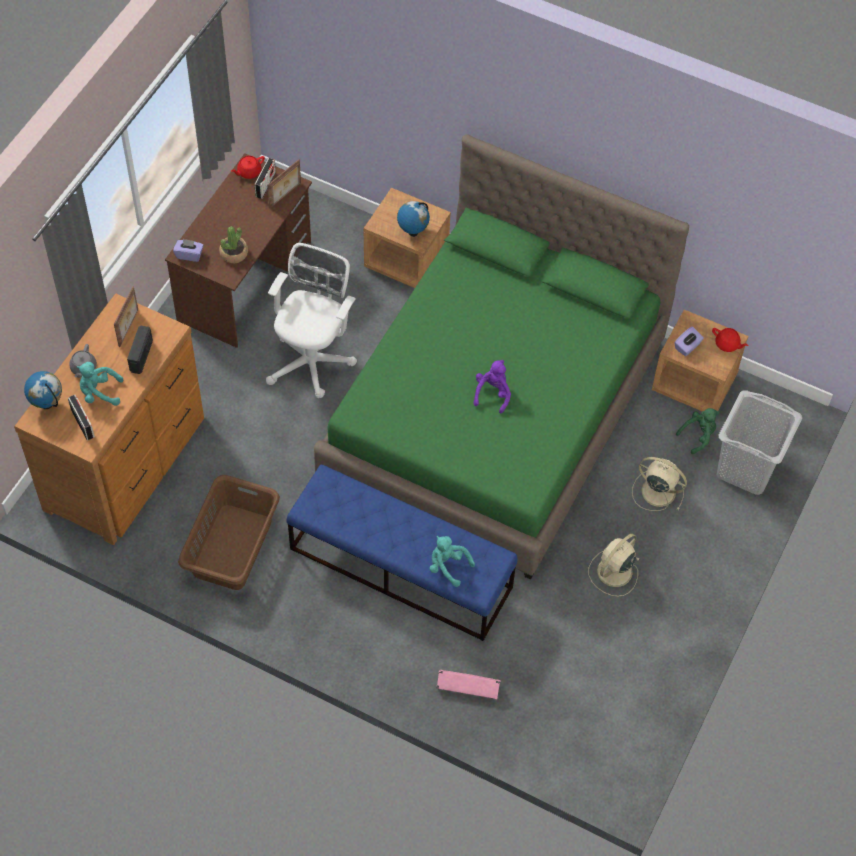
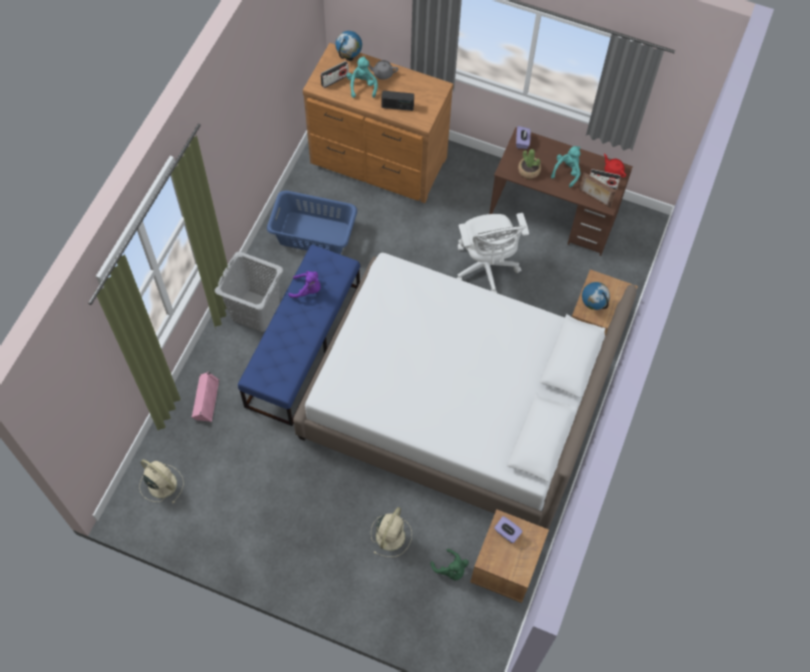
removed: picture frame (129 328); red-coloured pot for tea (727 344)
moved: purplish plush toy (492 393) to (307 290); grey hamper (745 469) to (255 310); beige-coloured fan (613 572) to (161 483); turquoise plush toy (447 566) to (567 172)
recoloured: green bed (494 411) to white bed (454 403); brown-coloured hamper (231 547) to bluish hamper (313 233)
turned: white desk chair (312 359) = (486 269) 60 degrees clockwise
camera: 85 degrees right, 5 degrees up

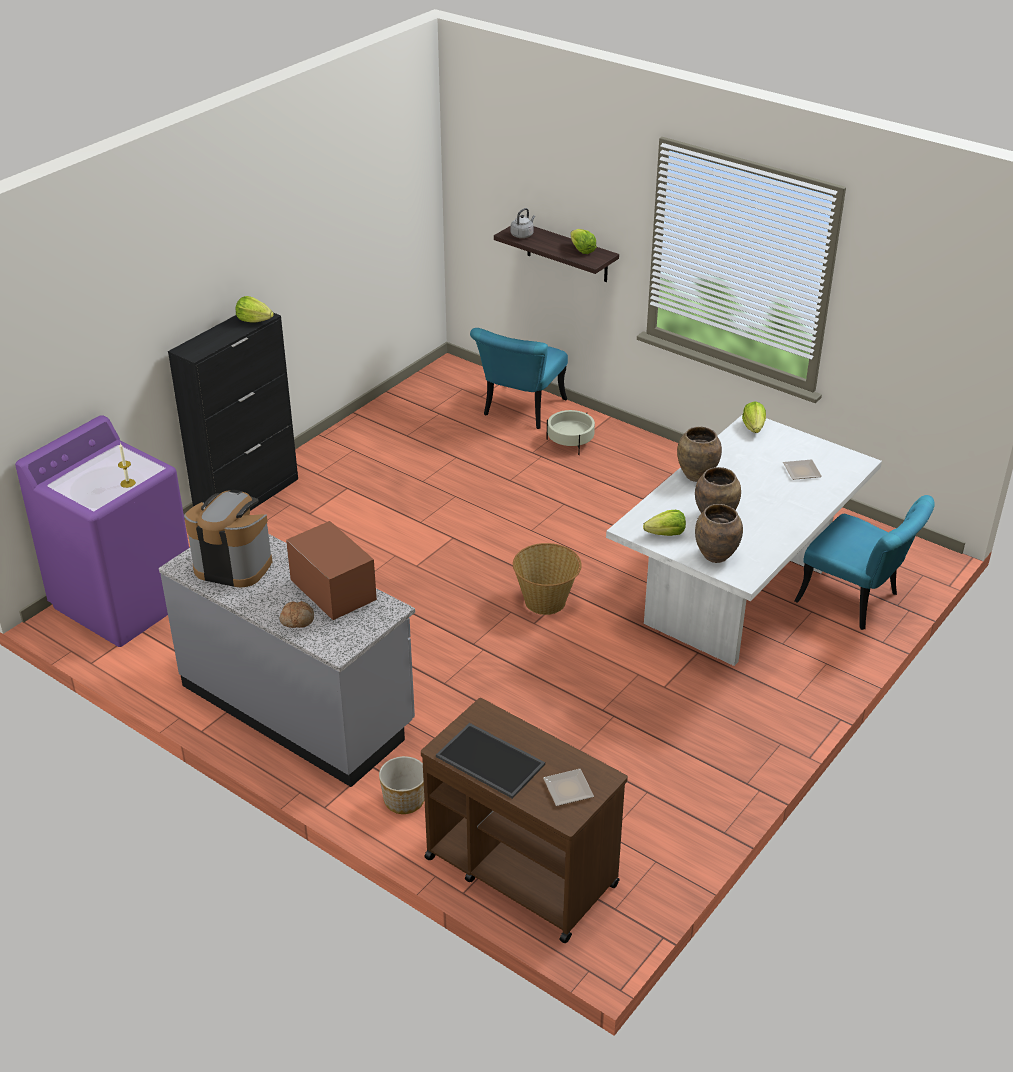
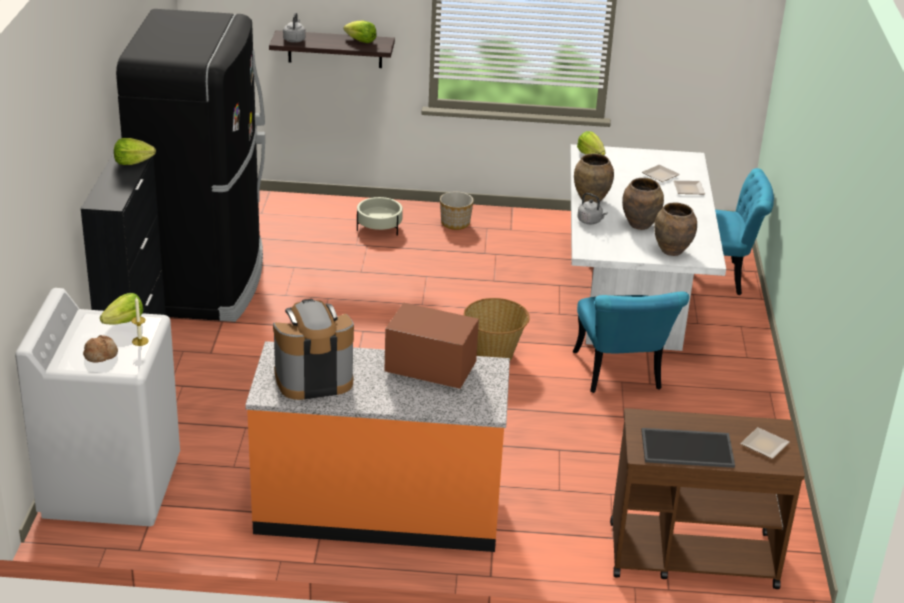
added: black-coloured fridge (205 281); dinner plate (687 190); grey kettle (590 221)
moved: turquoise chair (520 411) to (620 376); lettuce head (666 534) to (124 322); bakery bread (297 619) to (101 354); plant pot (405 800) to (455 223)
recoloured: purplish washing machine (125 601) to white washing machine (111 485); grey kitchen counter (298 706) to orangey kitchen counter (379 509)
camera: 35 degrees left, 5 degrees down

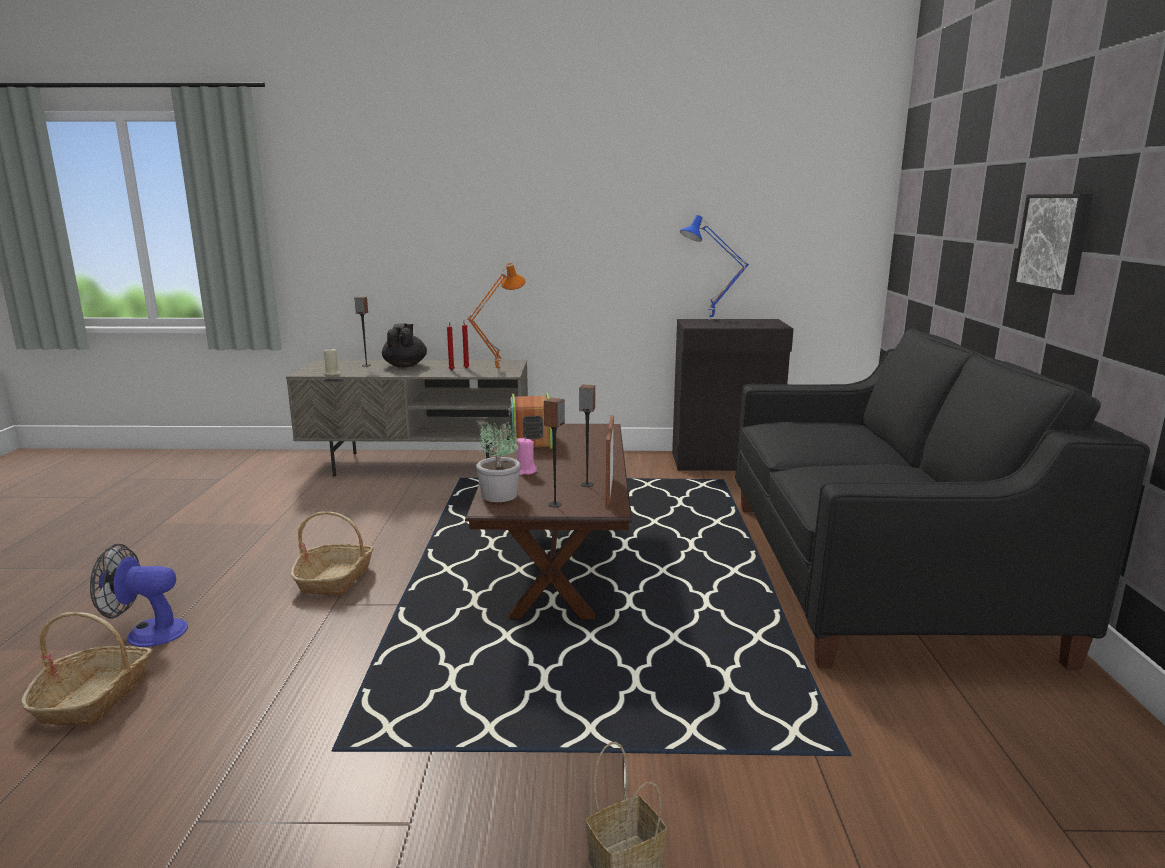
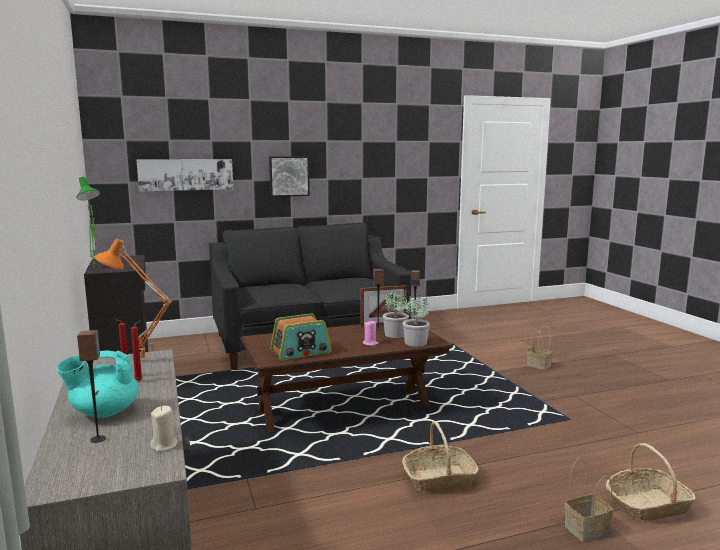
added: wall art (186 174); plant in a pot (395 334)
replaced: fan (147 633) to household basket (587 529)
recoloured: bluish table lamp (711 320) to green table lamp (96 267); black-coloured pot for tea (405 365) to turquoise pot for tea (104 412)
camera: 110 degrees left, 5 degrees down

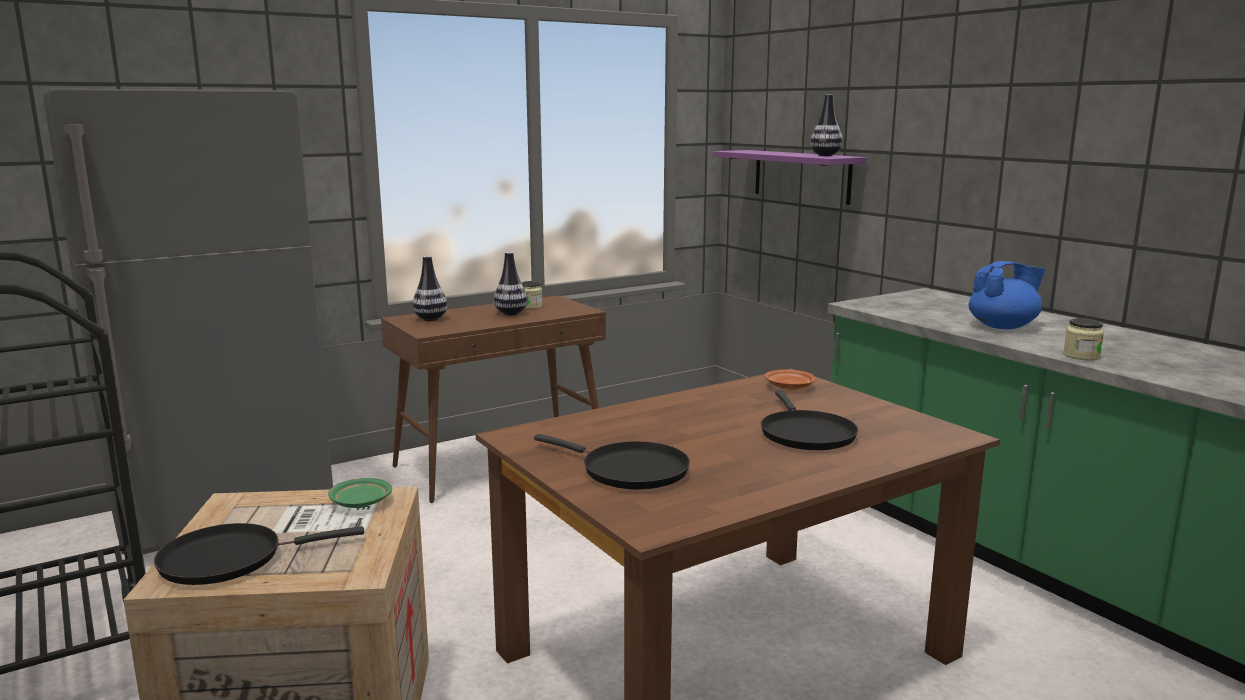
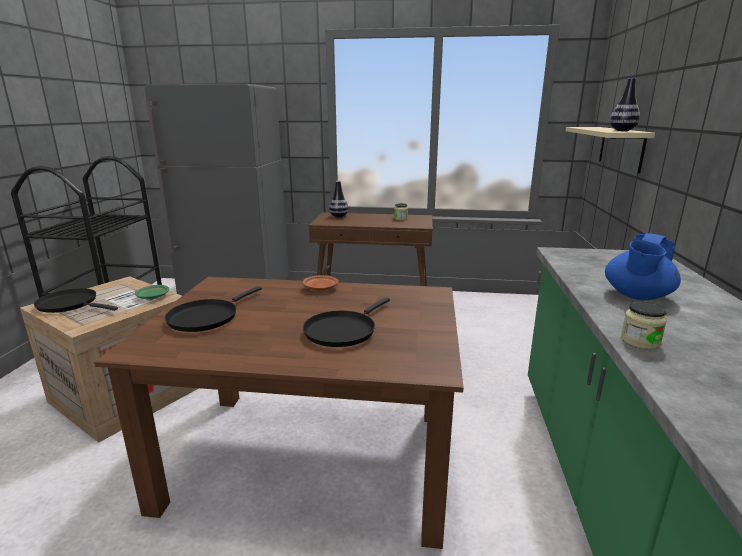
removed: flower vase (511 313)
moved: brown-coloured dinner plate (789 387) to (320 288)
recoloured: purplish shelf (801 176) to beige-coloured shelf (621 148)
turned: bluish pot for tea (1003 327) = (637 296) 105 degrees clockwise; black-coloured skillet (628 470) = (206 317) 45 degrees clockwise
camera: 40 degrees right, 5 degrees up

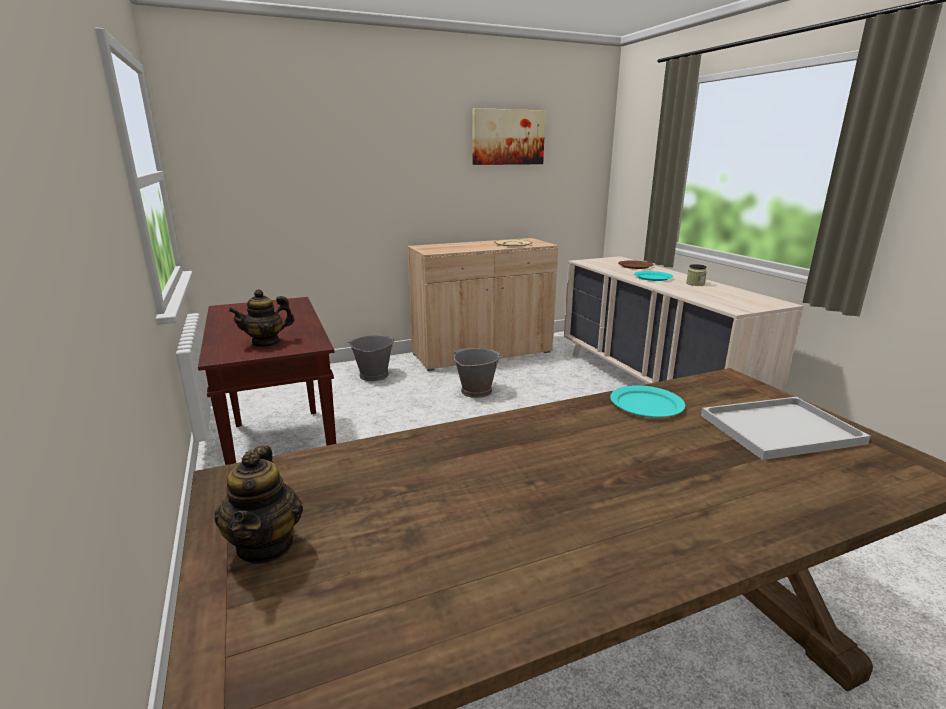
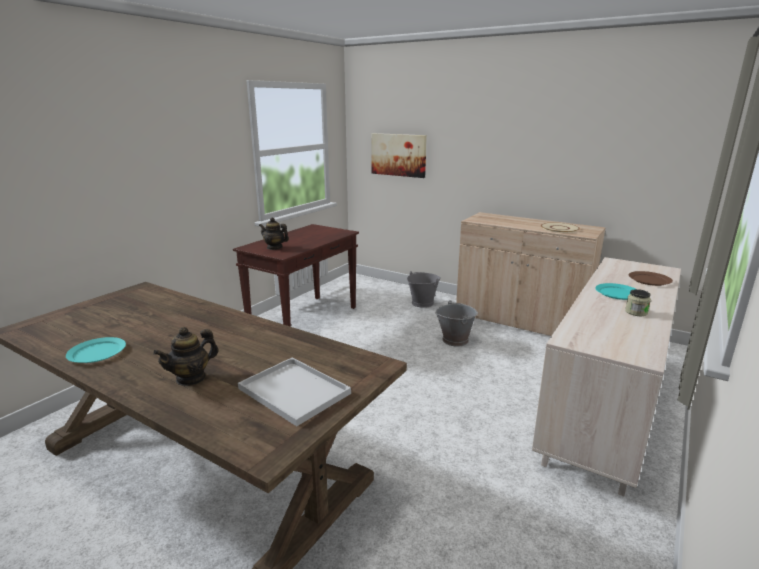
moved: wall art (508 137) to (398 155); turquoise dinner plate (646 405) to (96 352); pot for tea (266 545) to (191 378)
camera: 55 degrees right, 0 degrees up

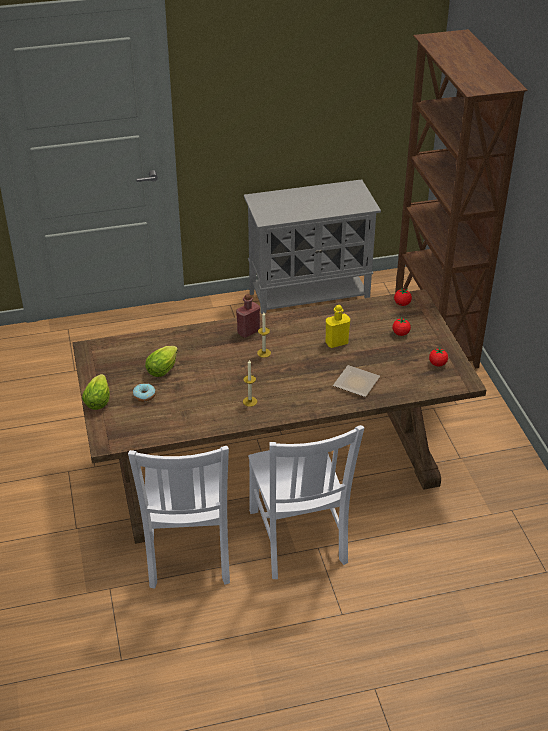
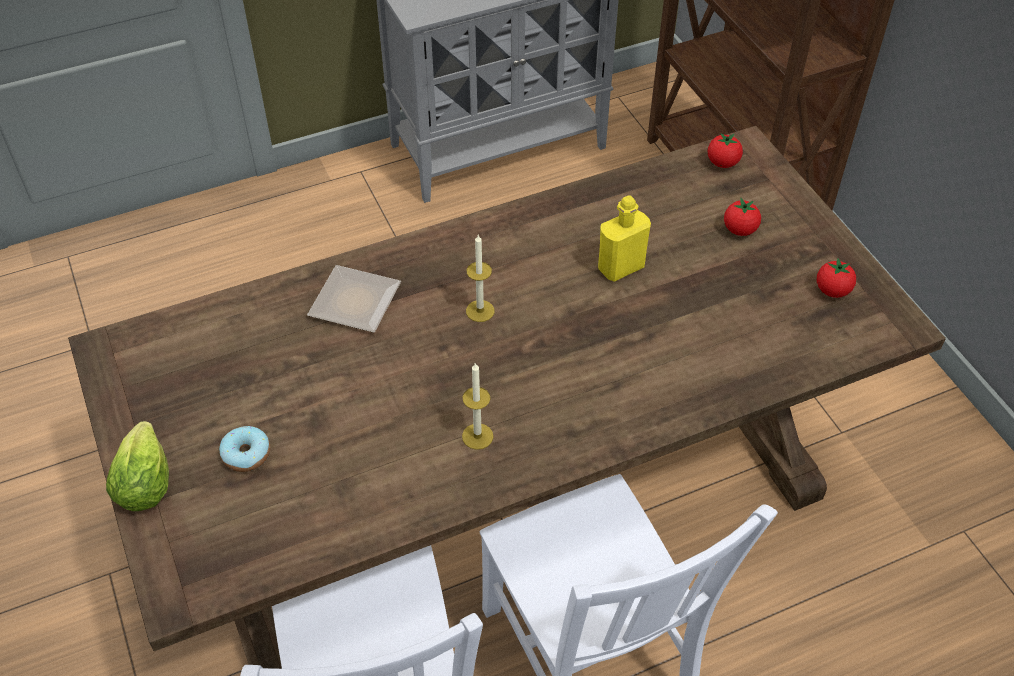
removed: red-coloured drink bottle (248 332); lettuce head (164 368)
moved: dinner plate (357 384) to (356 305)
camera: 10 degrees left, 10 degrees up

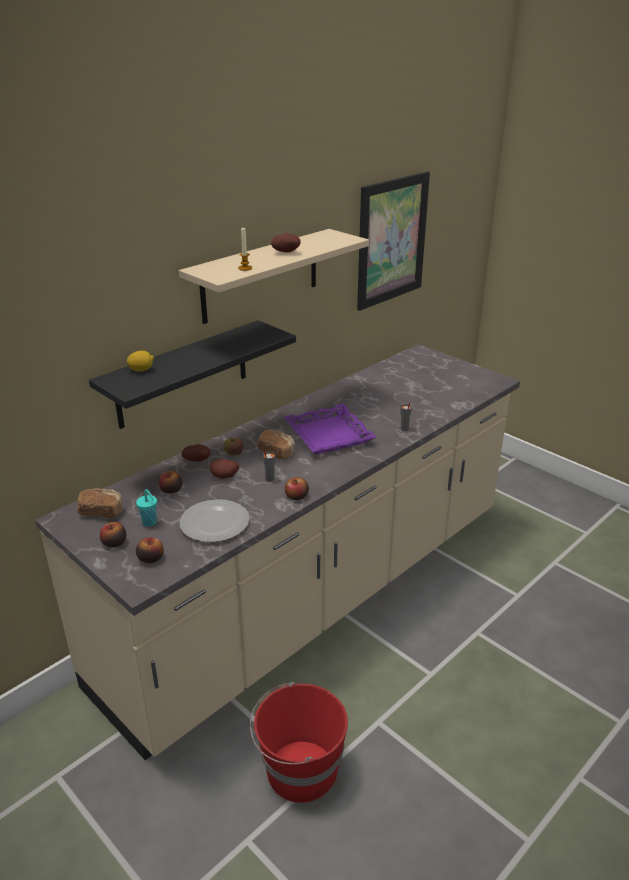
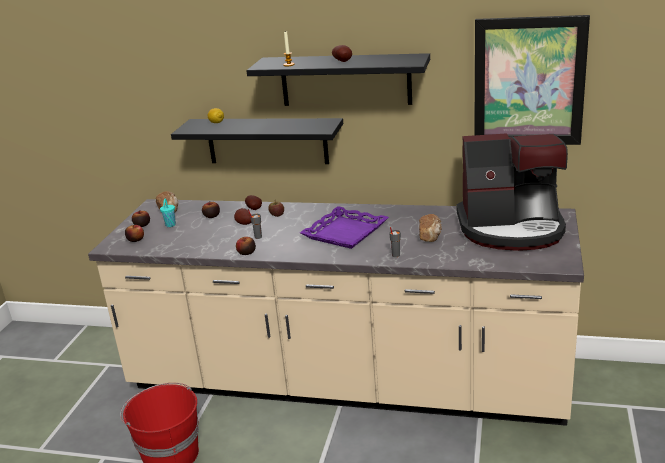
removed: dinner plate (214 522)
added: coffee brewer (511 228)
moved: bakery bread (277 452) to (430 236)
recoloured: beige-coloured shelf (260 276) to black-coloured shelf (345 80)
camera: 60 degrees right, 5 degrees down

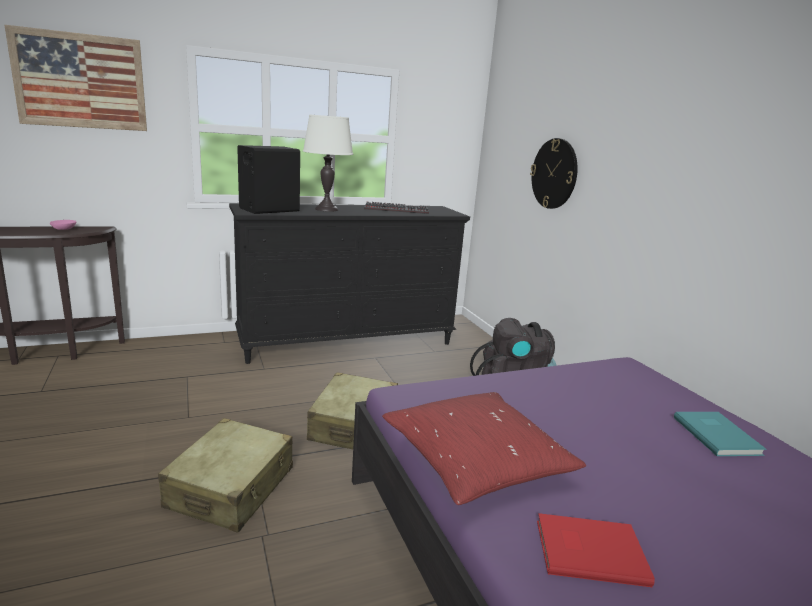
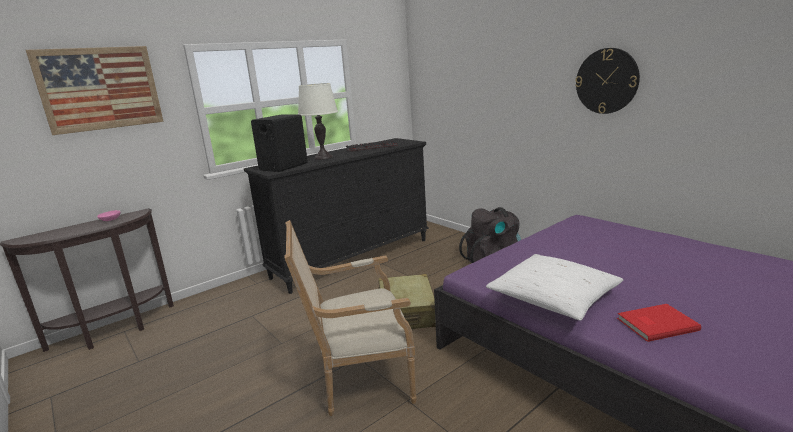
removed: turquoise book (717 435)
moved: clock on the wall (554 174) to (606 81)
replaced: beige-coloured suitcase (231 488) to lounge chair (359 378)
recoloured: red-coloured cushion (476 461) to white cushion (553 298)
camera: 15 degrees left, 0 degrees up

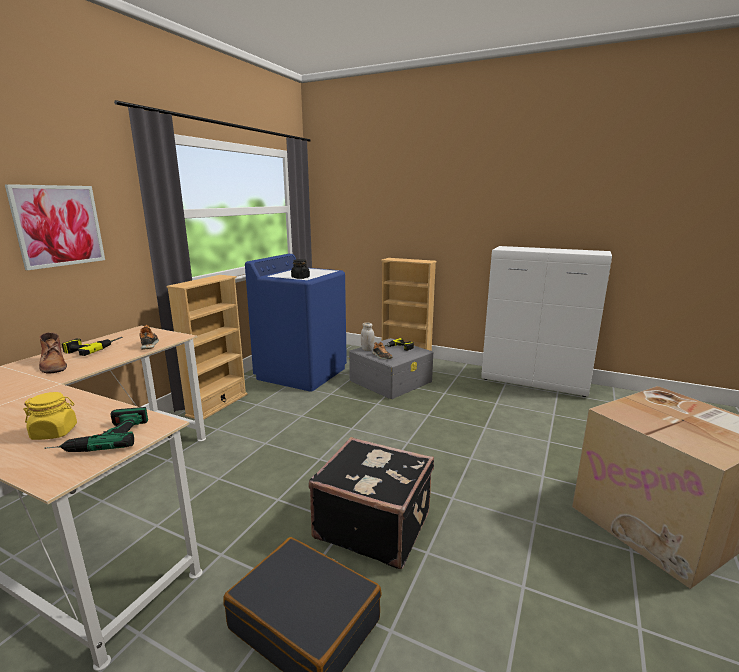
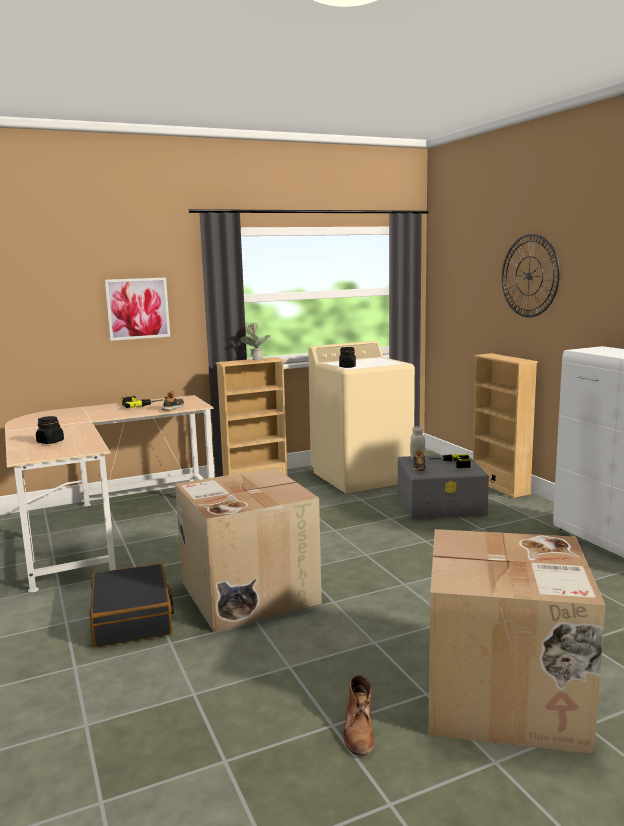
removed: electric drill (100 437)
added: clock on the wall (529 276); plant in a pot (255 359)
moved: brown-coloured high-top boot (53 365) to (359 730)
replaced: black-coloured suitcase (373 524) to cardboard box (247 592)
recoloured: bluish washing machine (302 373) to beige-coloured washing machine (362 476); yellowish storage jar (55 432) to black-coloured storage jar (50 442)
camera: 40 degrees right, 5 degrees down

